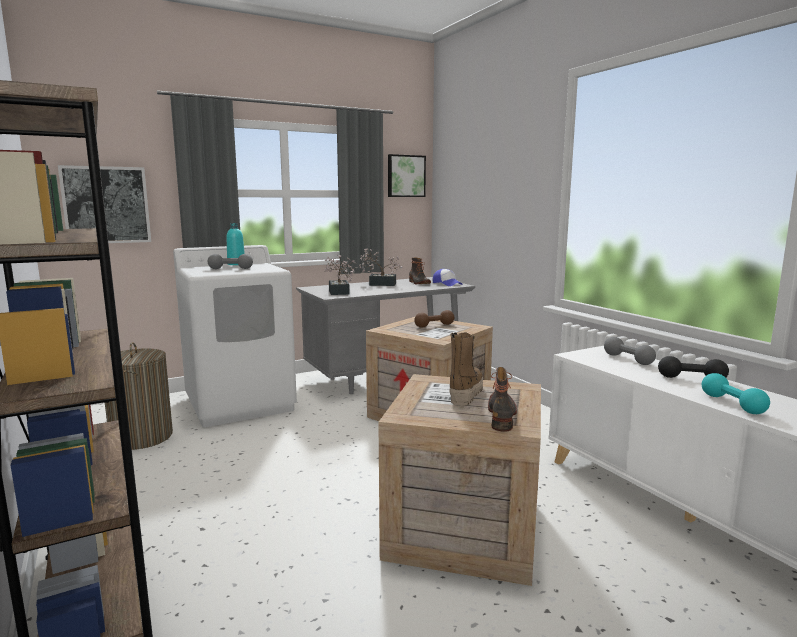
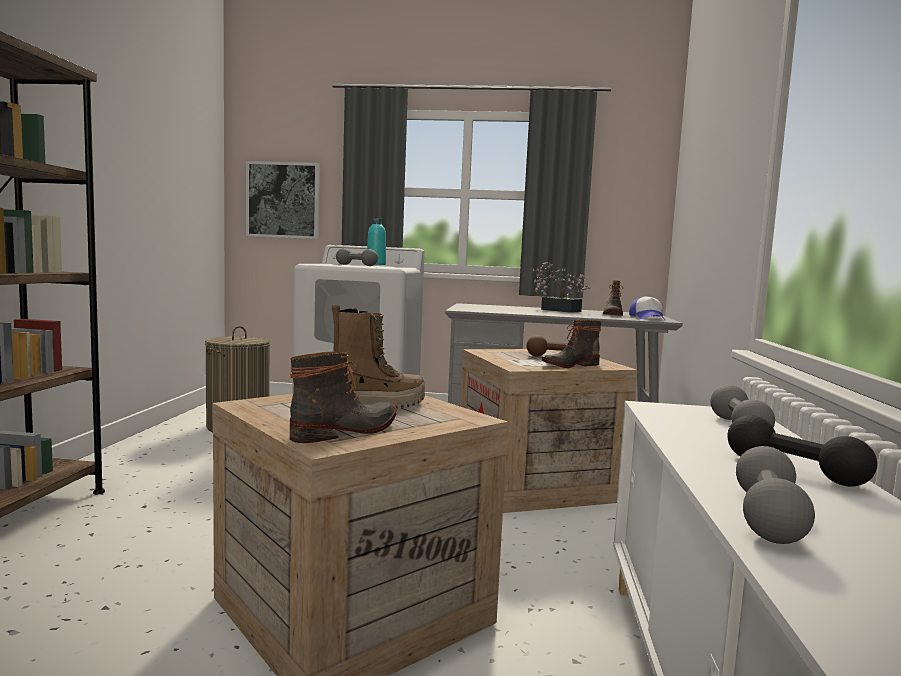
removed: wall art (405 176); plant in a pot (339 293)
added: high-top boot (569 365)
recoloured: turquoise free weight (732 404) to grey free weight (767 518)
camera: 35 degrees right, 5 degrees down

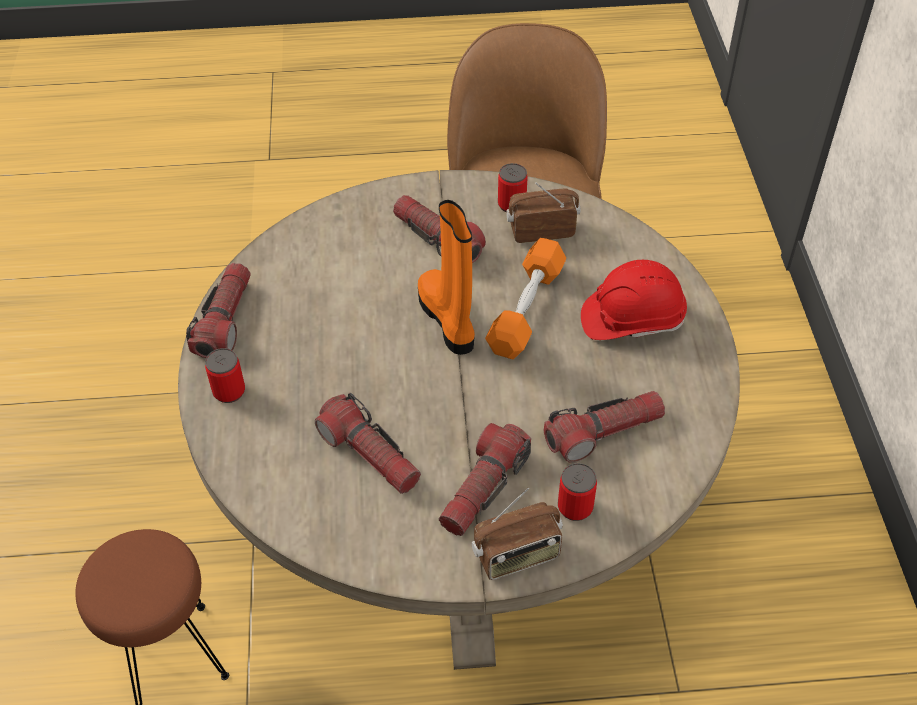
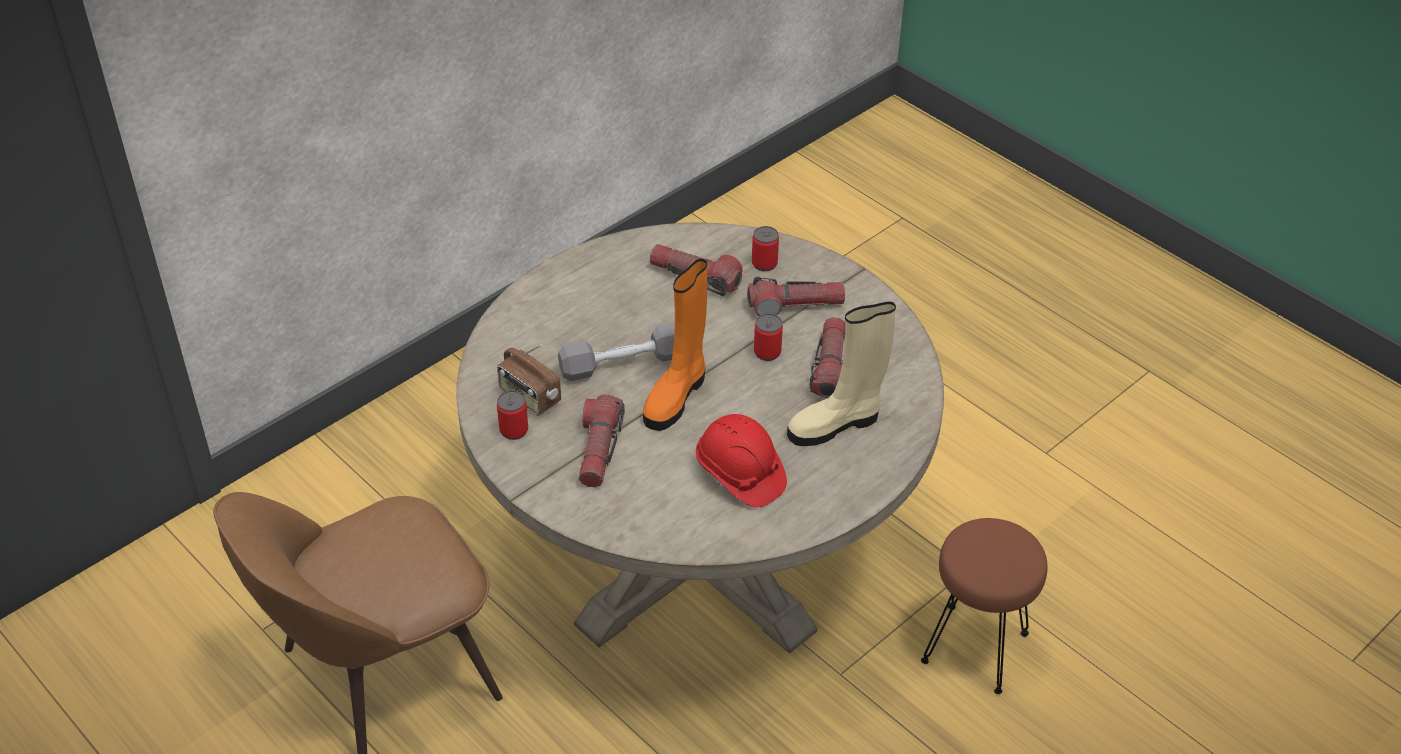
removed: hand torch (225 320); radio receiver (517 556)
added: beige-coloured high-top boot (836 425)
moved: red-coloured safety helmet (631 319) to (739 474); sealed can (229 391) to (767 352)
recoloured: orangey free weight (526 309) to grey free weight (624 363)
camera: 130 degrees left, 5 degrees down

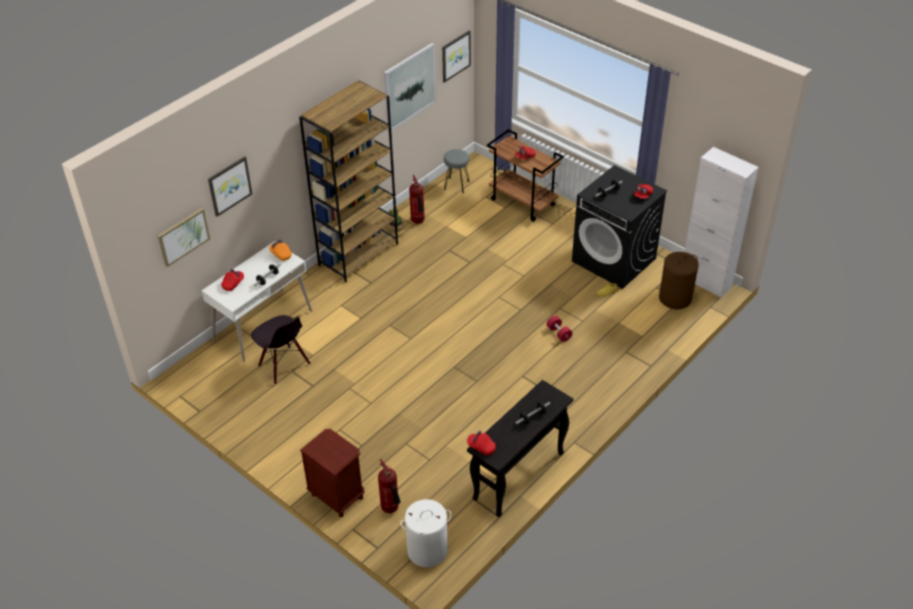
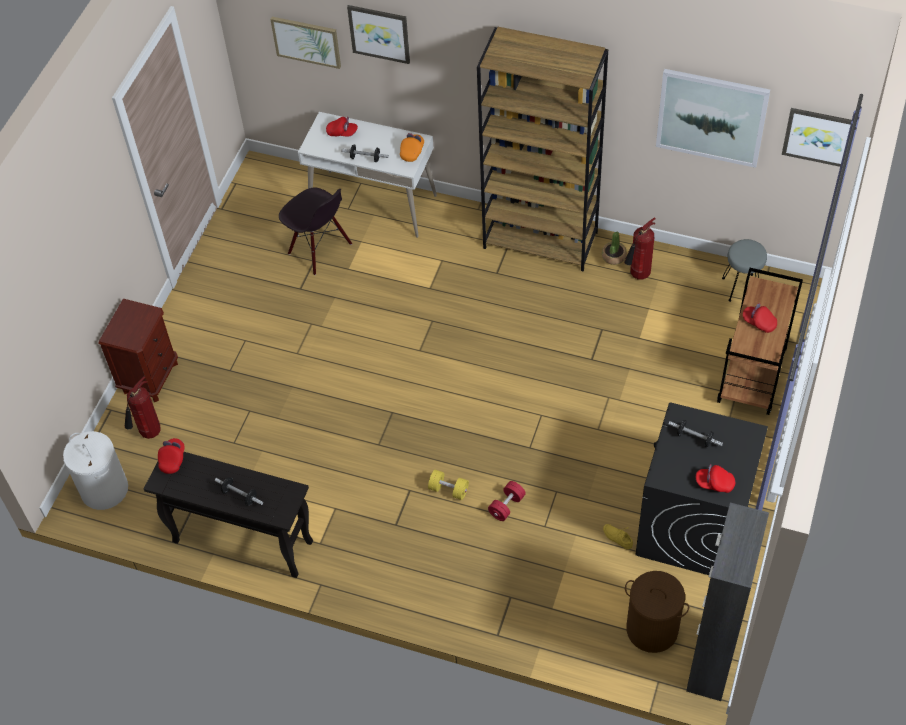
added: yellowish free weight (448 490)
recoloured: white cupboard (705 281) to black-coloured cupboard (712 661)
turned: black-coloured chair (283 365) = (319 249) 75 degrees counterclockwise
camera: 70 degrees right, 10 degrees up

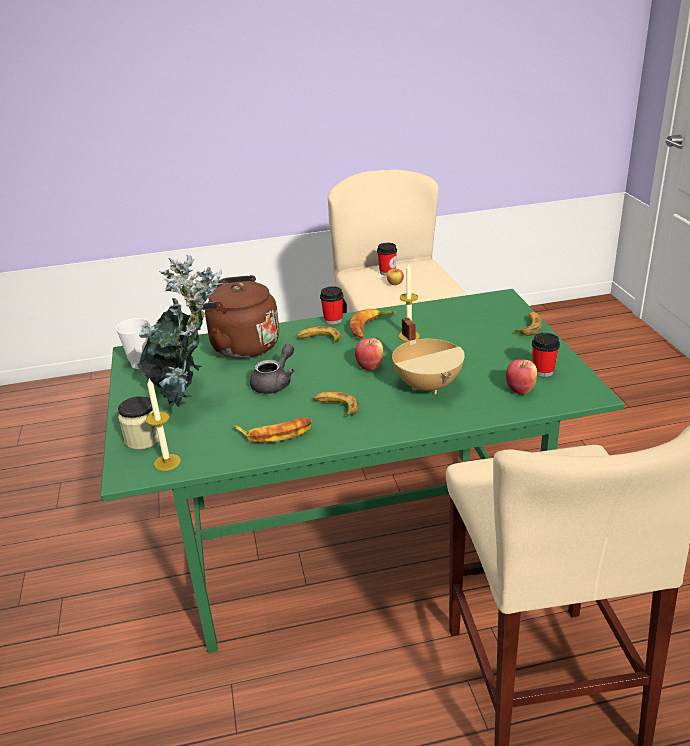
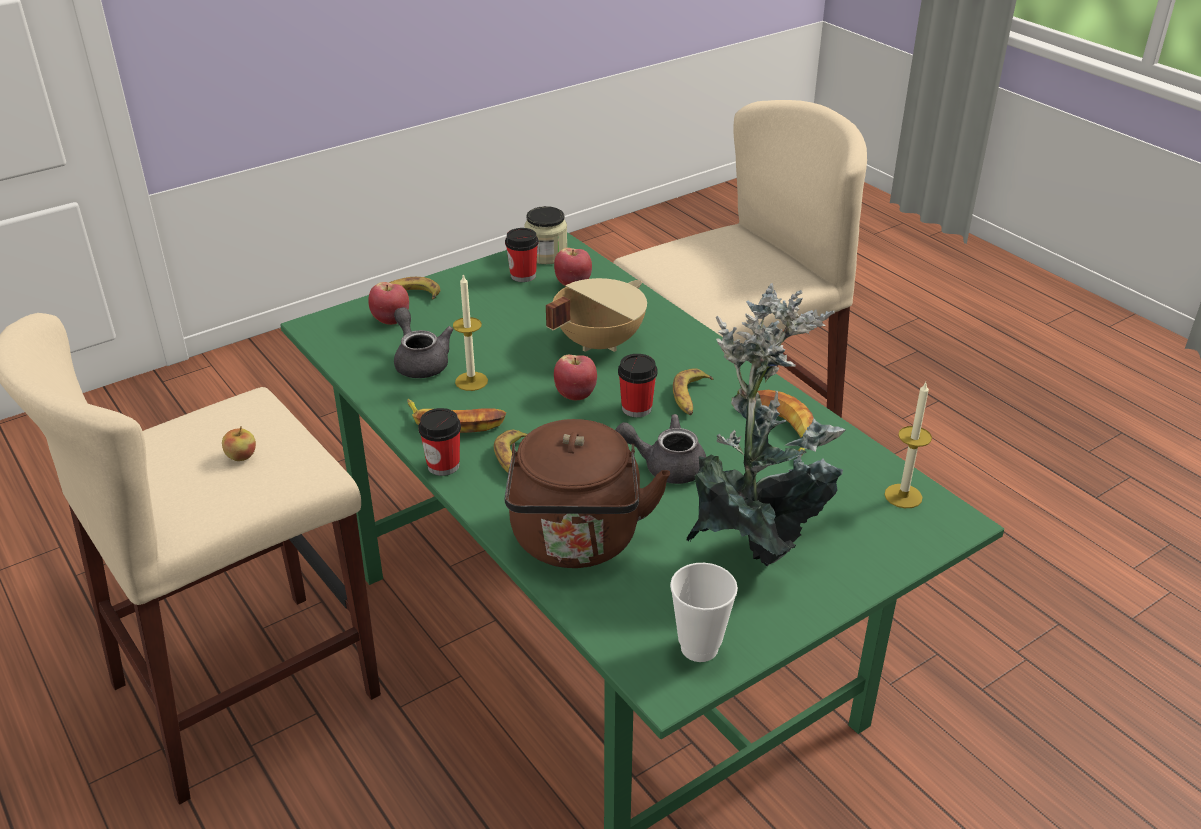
added: apple (391 320); grey pot for tea (420 361)
moved: drinking cup (387 272) to (636 408); storage jar (143 439) to (546 255)
camera: 115 degrees left, 5 degrees up

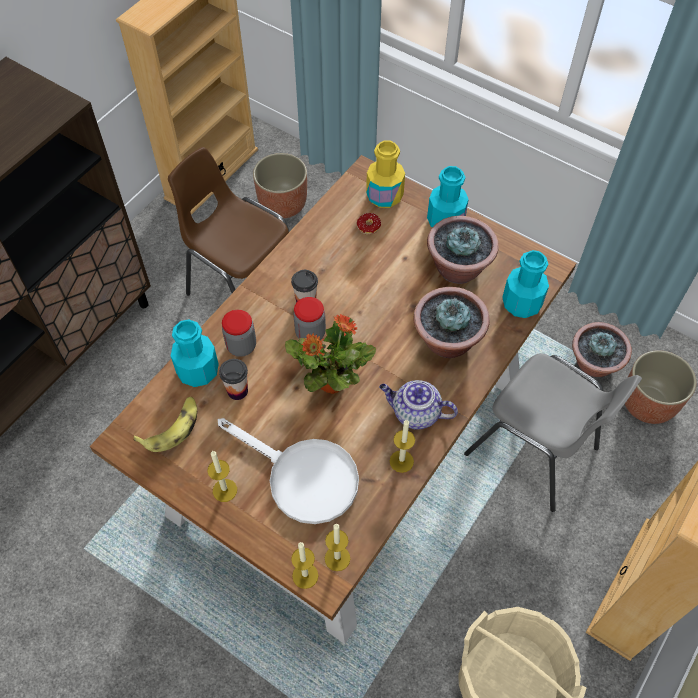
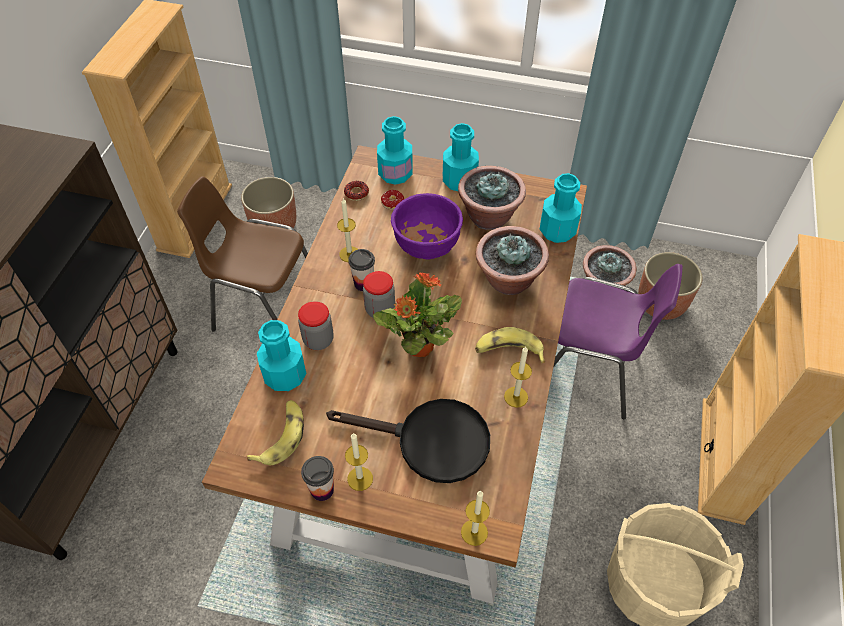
added: ring doughnut (356 193); purplish bowl (426 246)
moved: drinking cup (237 391) to (322 490); candle (337 558) to (349 254)
replaced: pot for tea (415 413) to whole banana (508 351)
recoloured: yellowish drink bottle (384 196) to turquoise drink bottle (395 174); grey chair (534 453) to purplish chair (587 374); white skillet (302 477) to black-coloured skillet (430 441)
camera: 20 degrees left, 5 degrees down

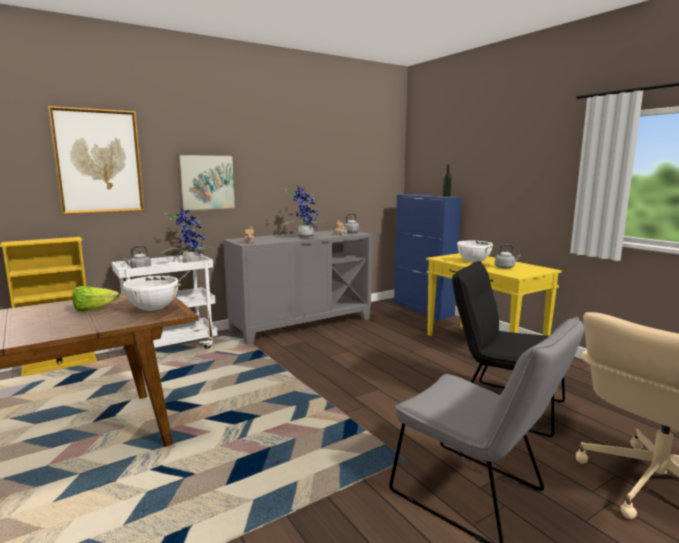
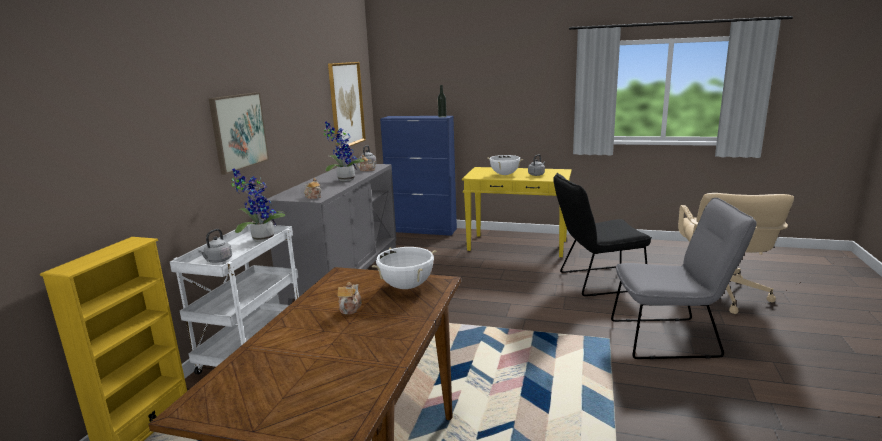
moved: wall art (99 162) to (346 104)
replaced: lettuce head (93 309) to pot for tea (350 308)
camera: 40 degrees left, 5 degrees up

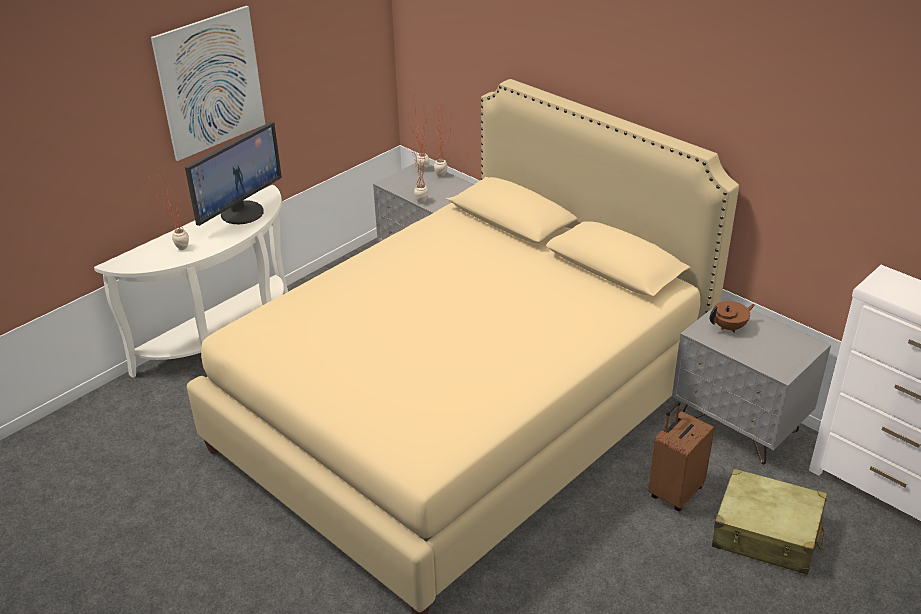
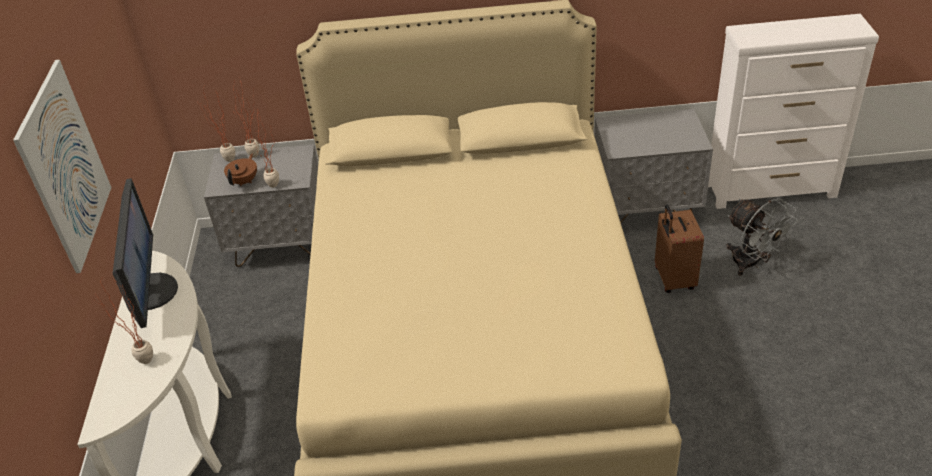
moved: brown-coloured pot for tea (729 327) to (244 181)
replaced: beige-coloured suitcase (766 534) to grey fan (751 263)
camera: 45 degrees left, 5 degrees up

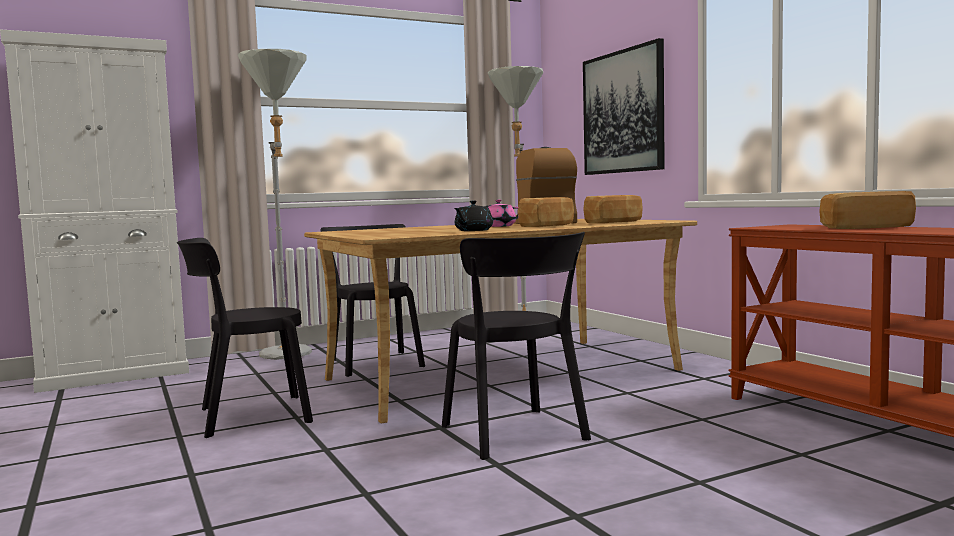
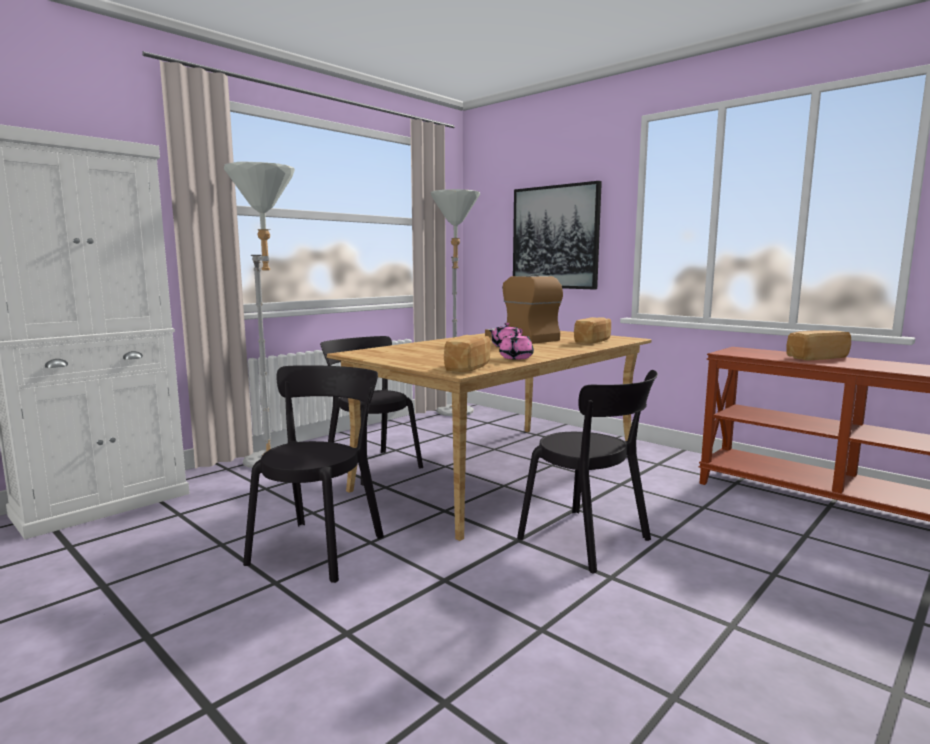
moved: bakery bread (548 226) to (470 367)
recoloured: black-coloured pot for tea (473 230) to pinkish pot for tea (515 358)
turned: black-coloured chair (248 416) = (320 547) 150 degrees clockwise
camera: 20 degrees left, 5 degrees up

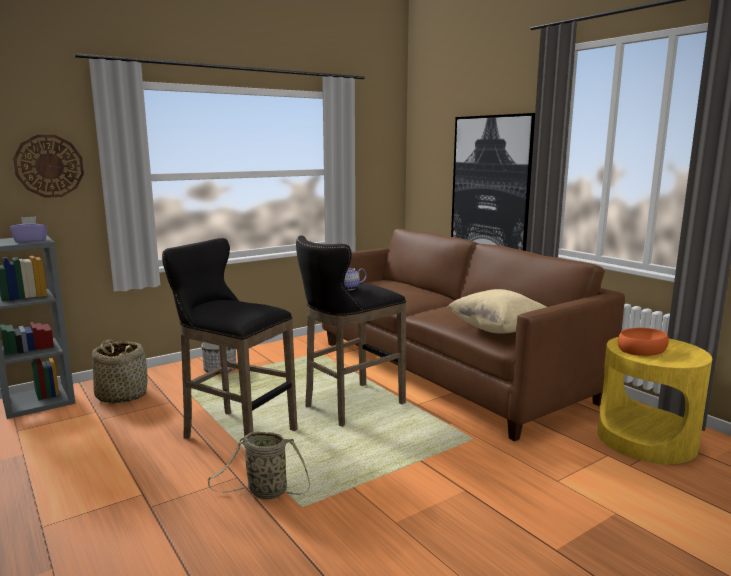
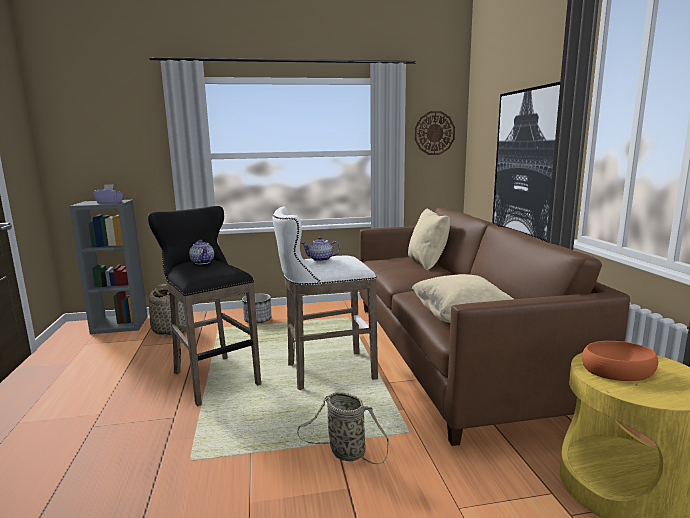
added: beige-coloured cushion (427 263); pot for tea (203 262)
moved: clock on the wall (49 166) to (434 133); household basket (264 492) to (344 452)
recoloured: black-coloured stool (350 406) to white stool (326 372)
camera: 25 degrees right, 0 degrees up

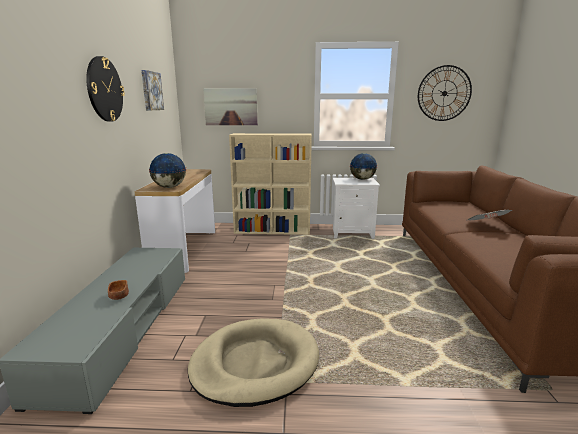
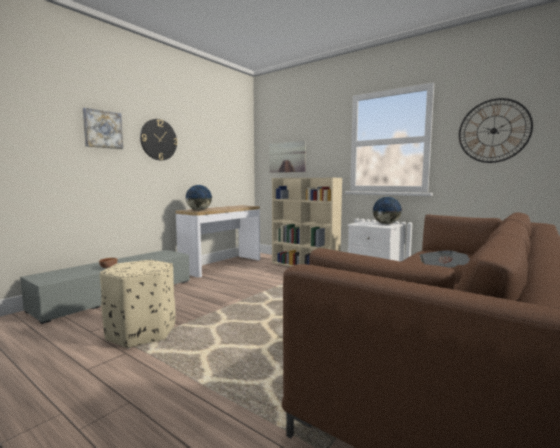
moved: wall art (151 91) to (102 129)
replaced: beige-coloured pet bed (255 364) to beige-coloured footrest (141 332)
camera: 35 degrees right, 10 degrees down

